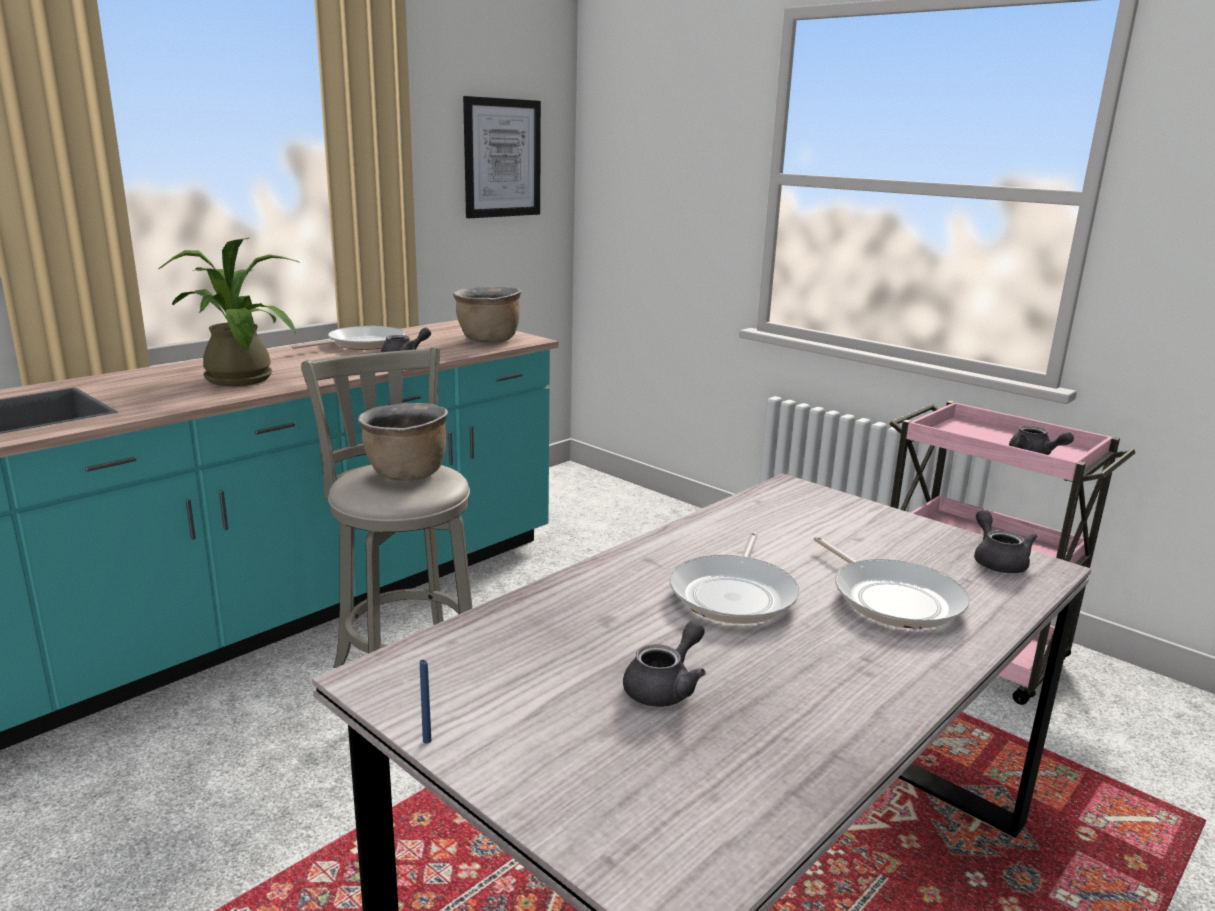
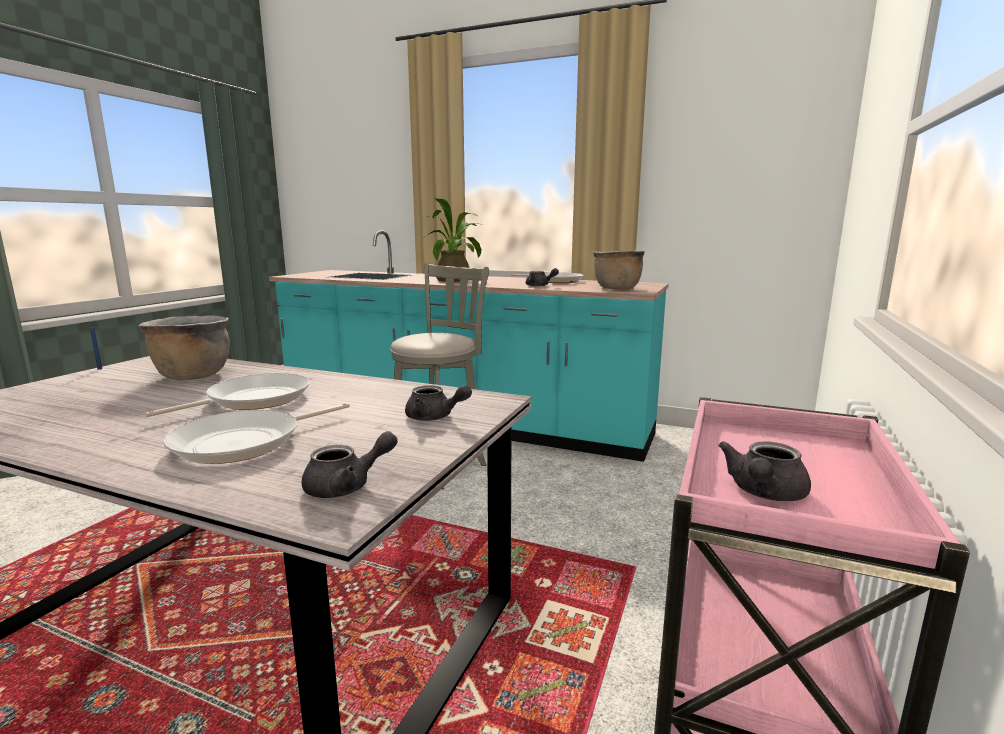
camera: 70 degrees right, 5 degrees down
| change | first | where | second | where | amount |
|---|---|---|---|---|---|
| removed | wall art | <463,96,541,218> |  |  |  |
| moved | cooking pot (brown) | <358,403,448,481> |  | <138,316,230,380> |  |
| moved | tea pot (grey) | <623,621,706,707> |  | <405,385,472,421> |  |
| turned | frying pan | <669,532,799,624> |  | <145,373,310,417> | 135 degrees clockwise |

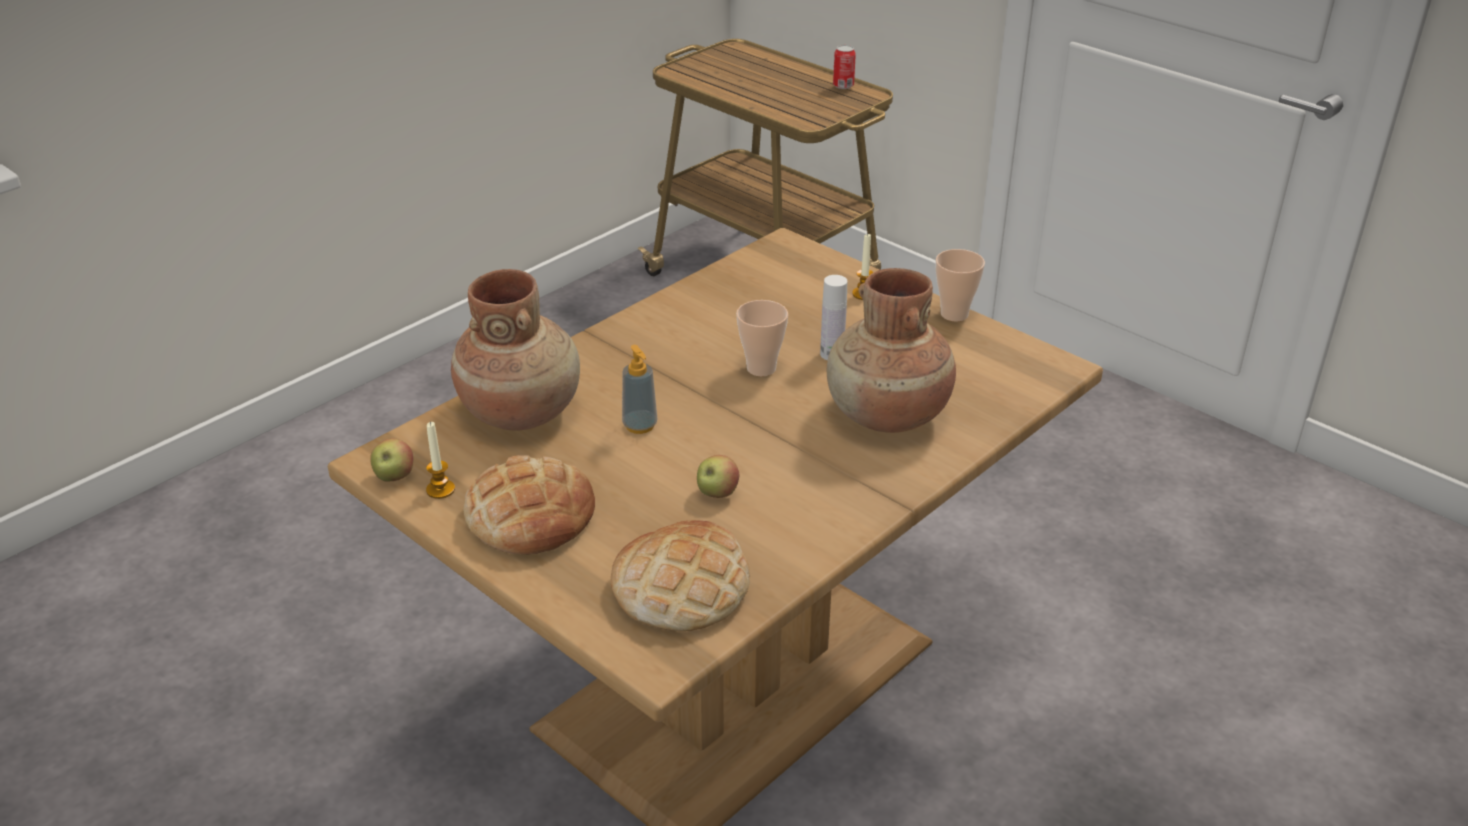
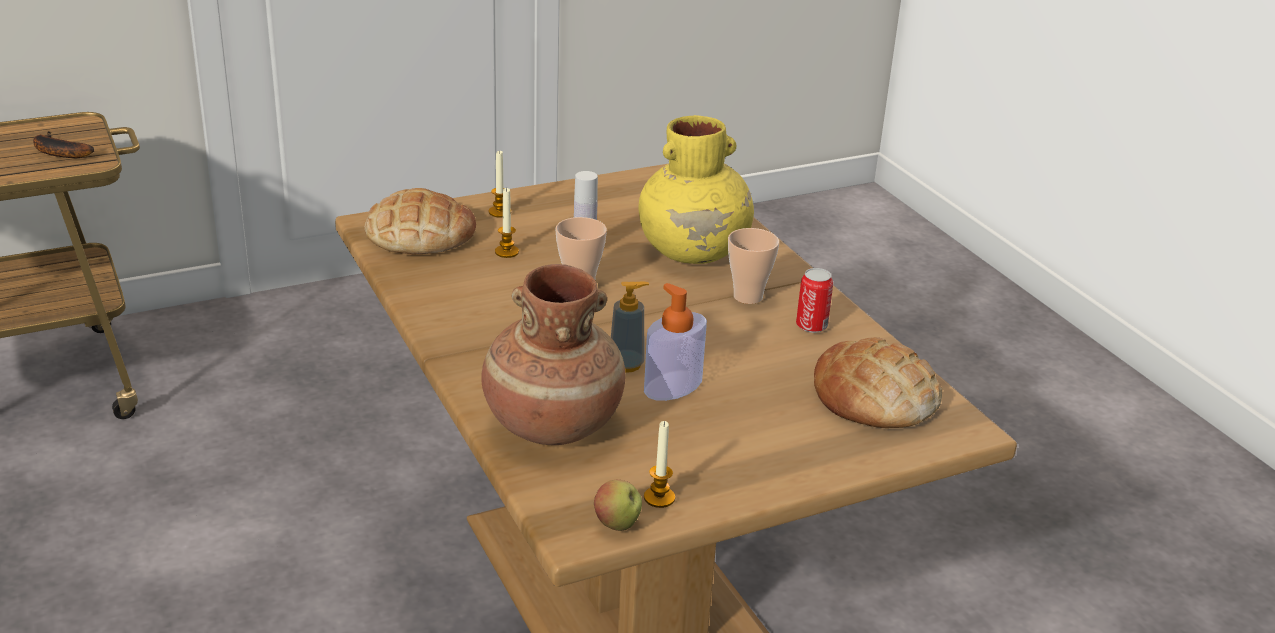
camera: 70 degrees left, 5 degrees down
| change | first | where | second | where | amount |
|---|---|---|---|---|---|
| removed | apple fruit | <697,455,740,498> |  |  |  |
| added |  |  | whole banana | <33,131,94,158> |  |
| added |  |  | wax candle | <495,187,519,258> |  |
| added |  |  | liquid soap bottle | <644,283,707,401> |  |
| moved | baked bread | <463,455,595,555> |  | <365,188,476,255> |  |
| moved | sealed can | <833,45,856,89> |  | <796,268,833,333> |  |
| moved | drinking cup | <936,249,985,322> |  | <728,228,779,304> |  |
| recoloured | decorative vase (brown) | <827,268,956,433> | decorative vase (yellow) | <639,115,754,264> |  |

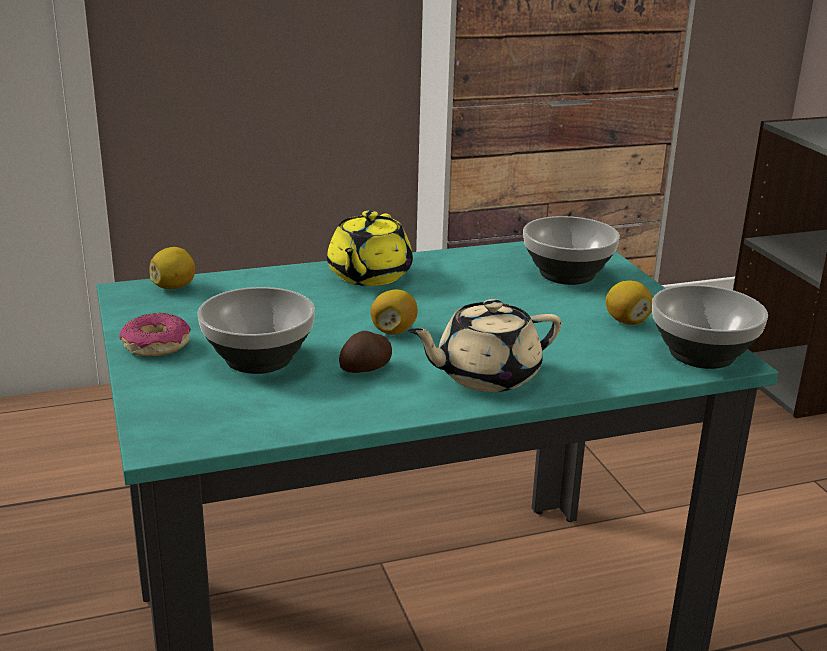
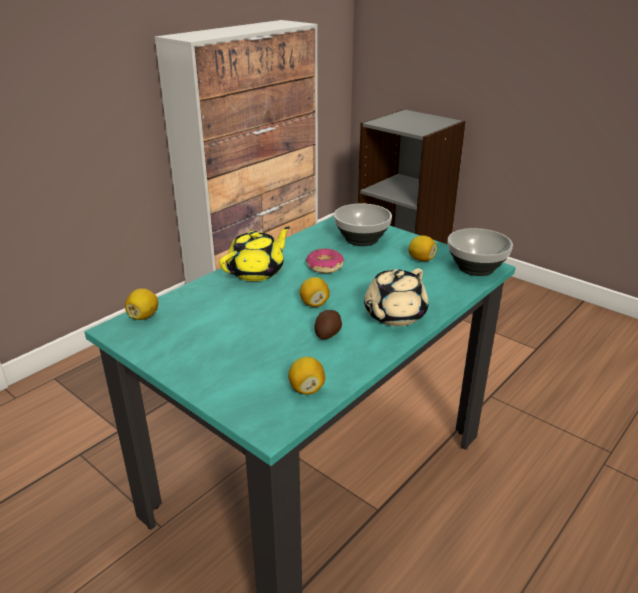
camera: 30 degrees left, 5 degrees up
| change | first | where | second | where | amount |
|---|---|---|---|---|---|
| removed | bowl | <198,287,315,374> |  |  |  |
| added |  |  | whole lemon | <288,357,325,395> |  |
| moved | doughnut | <119,313,191,356> |  | <306,249,344,273> |  |
| turned | tea pot (yellow) | <327,210,413,286> |  | <219,226,290,281> | 120 degrees counterclockwise |

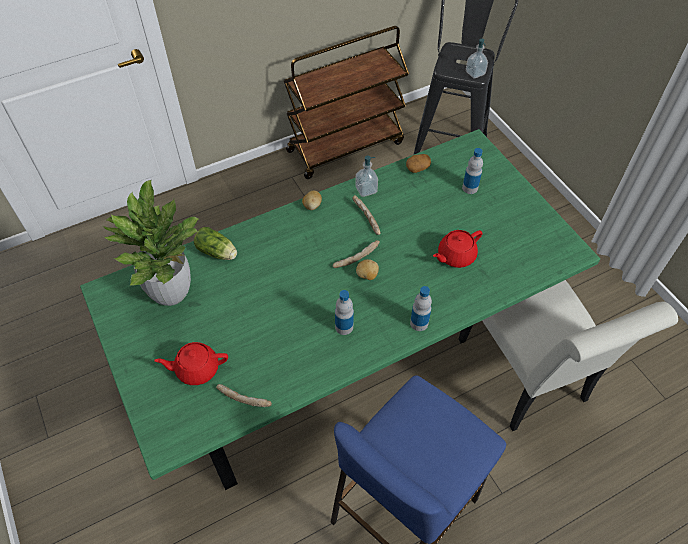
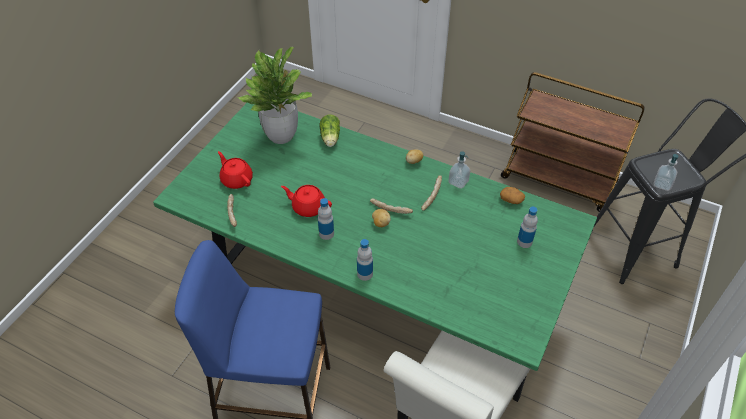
camera: 55 degrees right, 5 degrees down
| change | first | where | second | where | amount |
|---|---|---|---|---|---|
| moved | tea pot (red) | <433,230,482,268> |  | <281,185,332,217> |  |

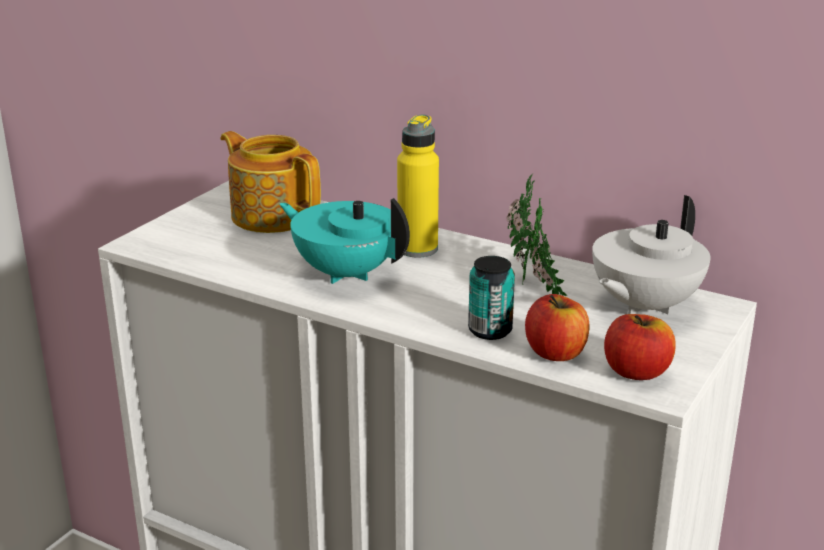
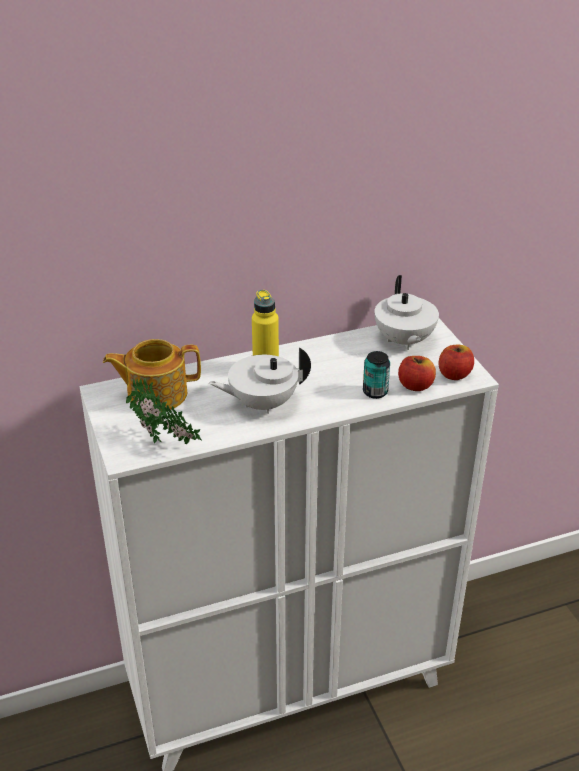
camera: 50 degrees left, 10 degrees up
| change | first | where | second | where | amount |
|---|---|---|---|---|---|
| moved | houseplant | <506,174,567,296> |  | <126,377,201,444> |  |
| recoloured | tea pot (blue-green) | <279,198,410,284> | tea pot (white) | <209,348,311,414> |  |

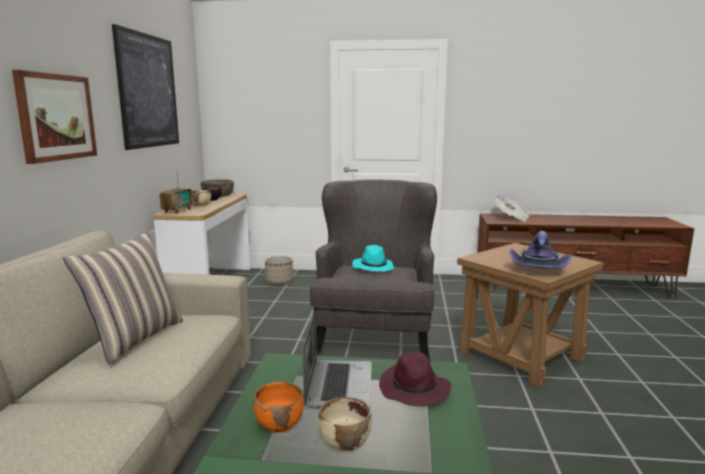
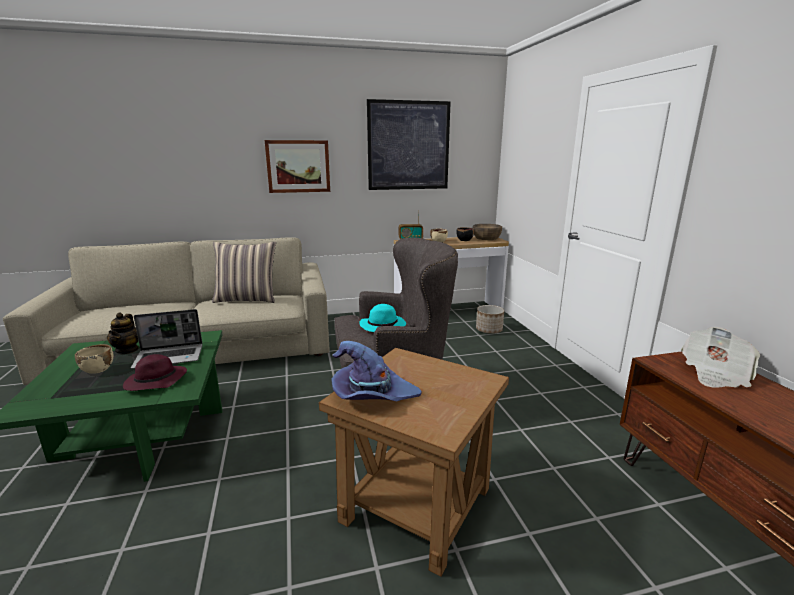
camera: 70 degrees right, 5 degrees up
| change | first | where | second | where | amount |
|---|---|---|---|---|---|
| replaced | bowl (orange-coloured) | <253,382,304,433> | tea pot | <107,312,139,354> |  |

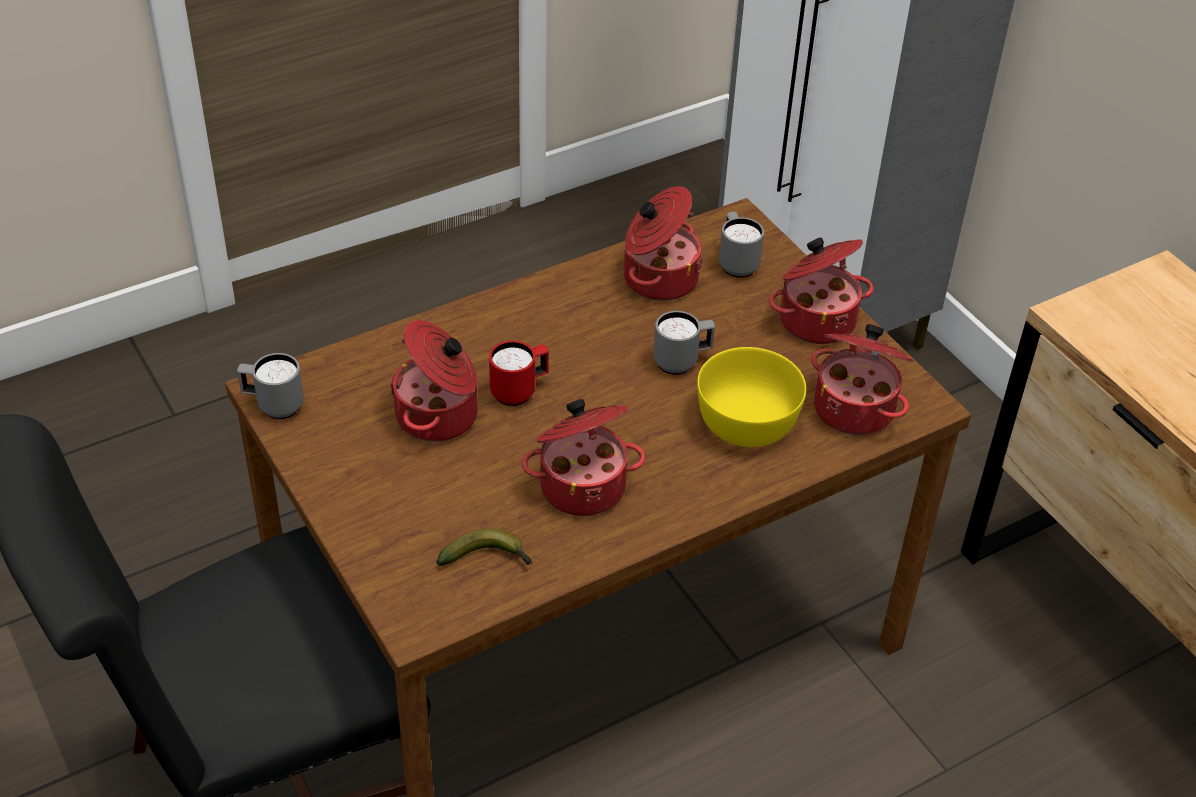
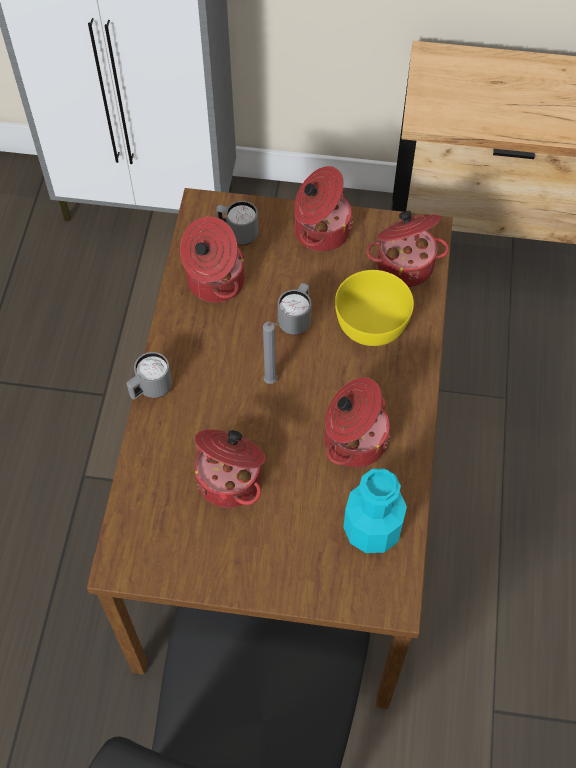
camera: 50 degrees left, 15 degrees up
| change | first | where | second | where | amount |
|---|---|---|---|---|---|
| removed | tea mug (red) | <489,341,549,406> |  |  |  |
| added |  |  | wax candle (grey) | <263,322,280,384> |  |
| moved | tea mug (grey) | <237,353,304,419> |  | <127,352,172,399> |  |
| replaced | whole banana | <437,528,532,566> | bottle (blue-green) | <343,468,407,553> |  |

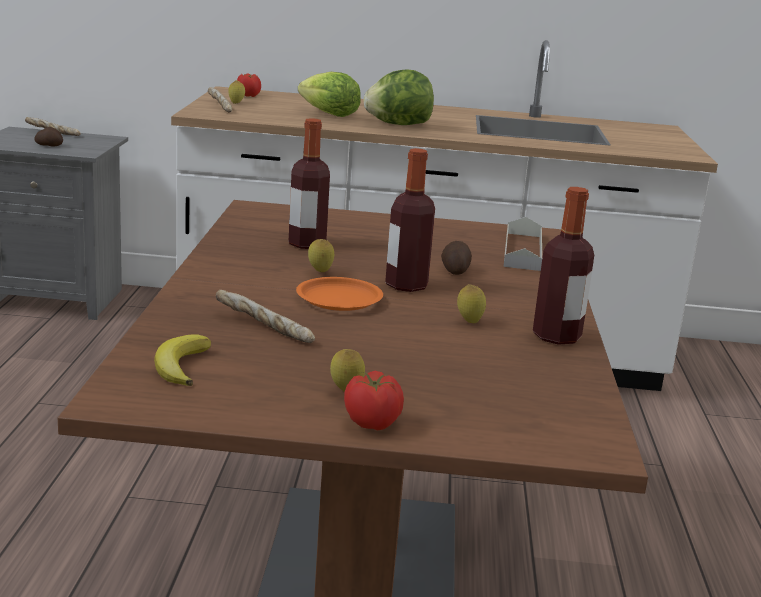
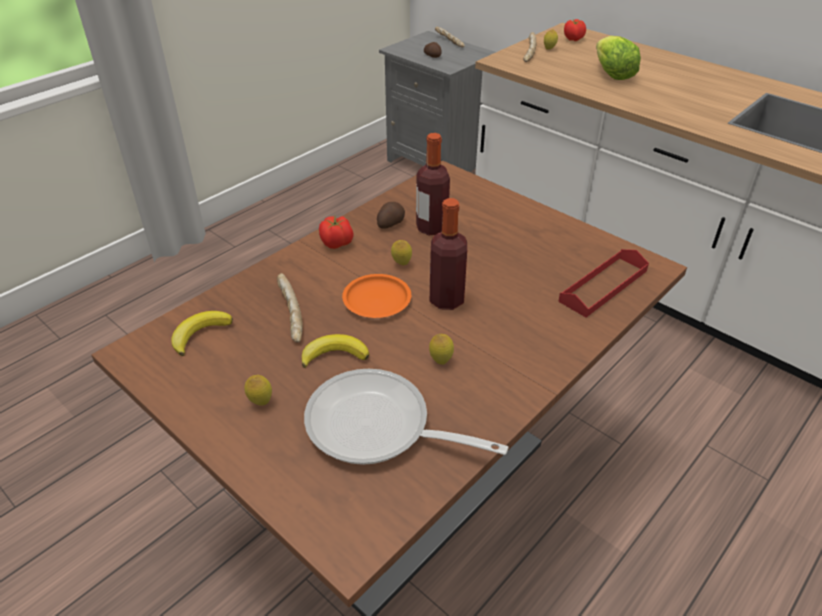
camera: 40 degrees right, 20 degrees up
| change | first | where | second | where | amount |
|---|---|---|---|---|---|
| removed | lettuce head | <364,69,434,125> |  |  |  |
| removed | bottle | <533,187,594,345> |  |  |  |
| added |  |  | whole banana | <302,334,369,368> |  |
| added |  |  | frying pan | <304,369,509,465> |  |
| moved | fresh tomato | <344,371,404,430> |  | <319,216,354,249> |  |
| moved | spud | <441,241,472,275> |  | <377,202,405,229> |  |
| recoloured | carrying tray (grey) | <503,217,542,271> | carrying tray (red) | <558,249,649,317> |  |

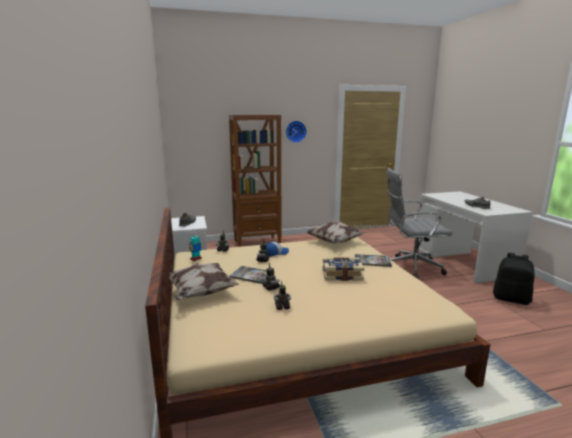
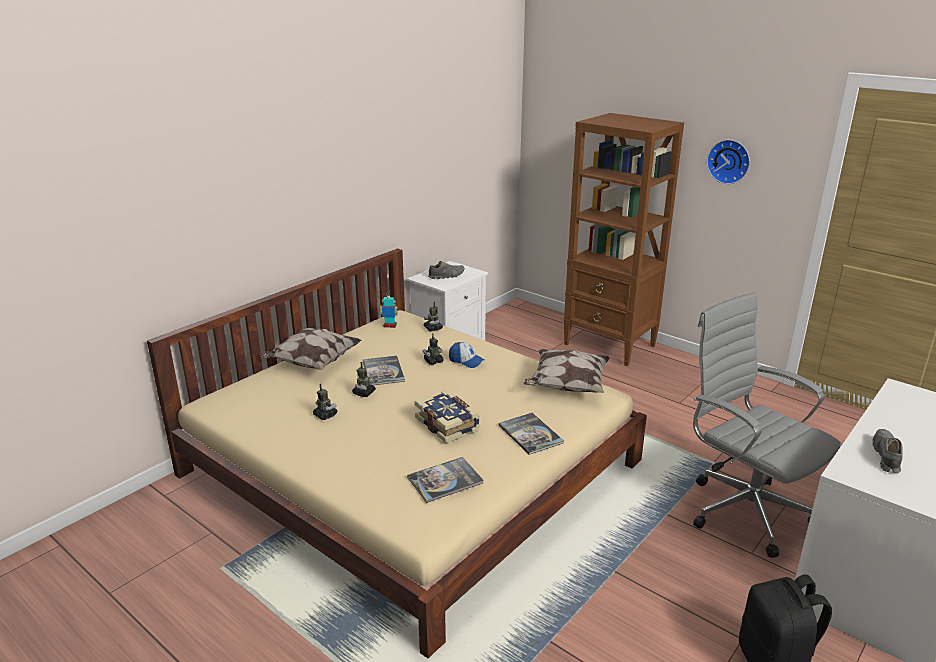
camera: 55 degrees right, 10 degrees up
| change | first | where | second | where | amount |
|---|---|---|---|---|---|
| added |  |  | book | <407,457,484,503> |  |

